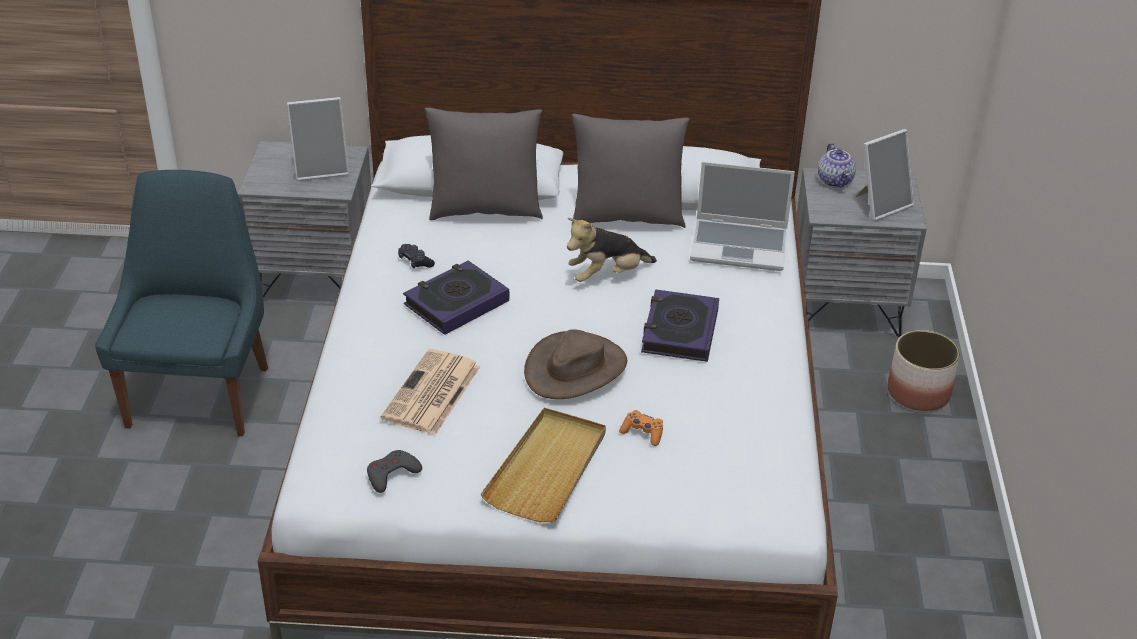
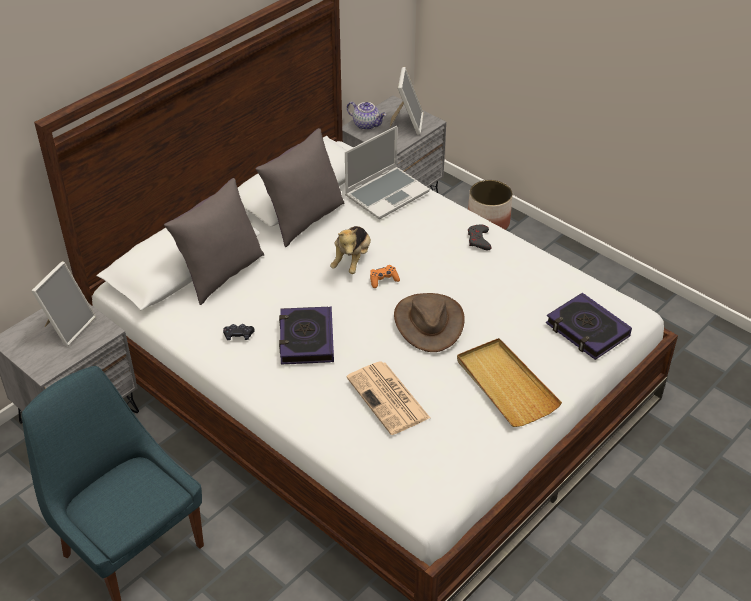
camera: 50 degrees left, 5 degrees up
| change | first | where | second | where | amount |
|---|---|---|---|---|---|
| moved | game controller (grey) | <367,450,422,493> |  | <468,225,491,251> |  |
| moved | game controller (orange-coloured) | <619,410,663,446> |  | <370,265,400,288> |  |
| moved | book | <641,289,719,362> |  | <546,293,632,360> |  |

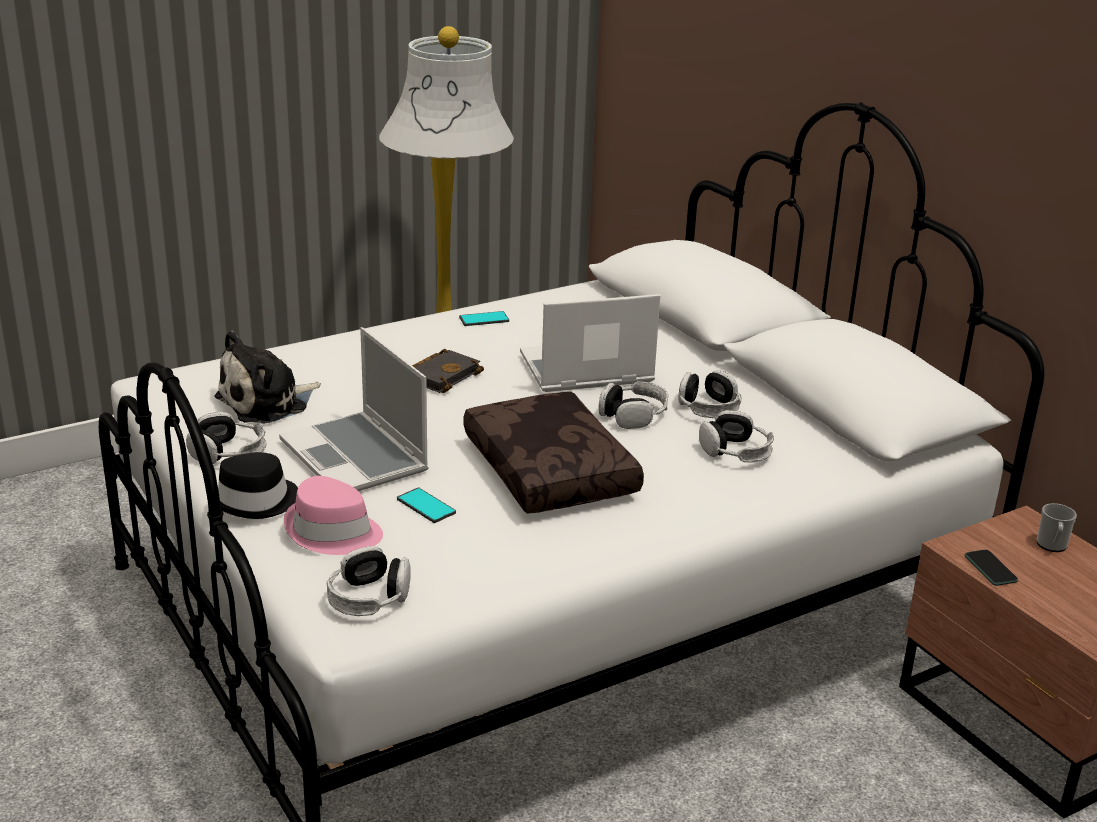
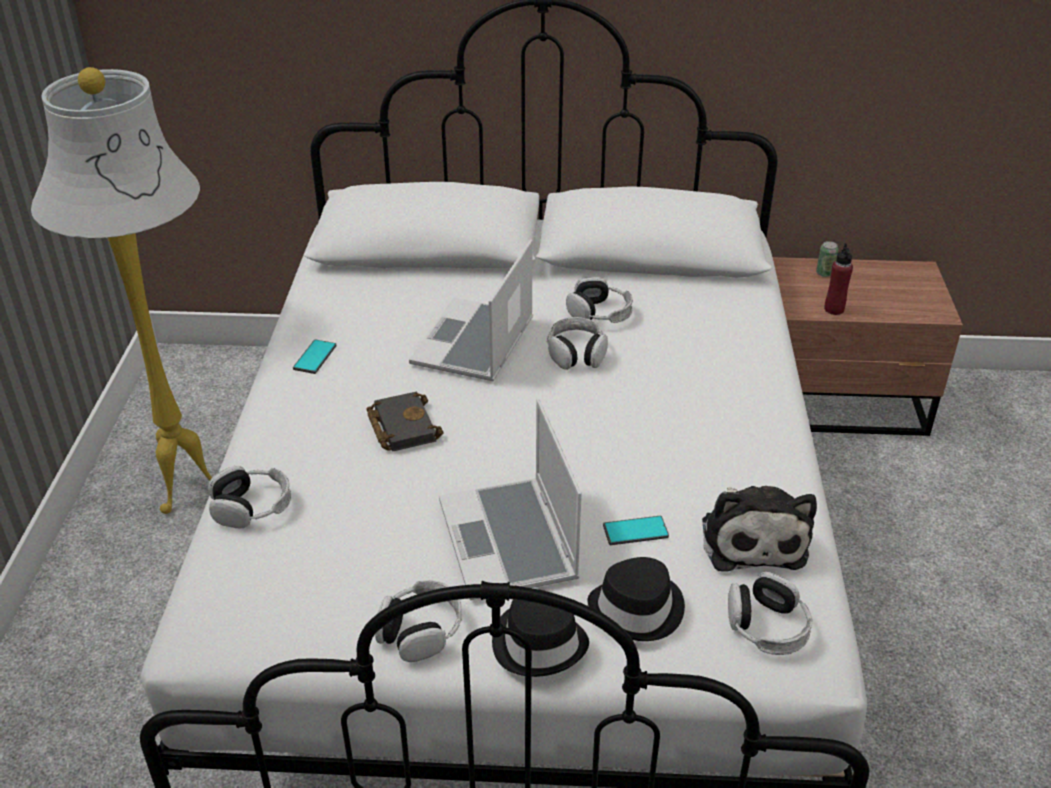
camera: 55 degrees left, 10 degrees up
| change | first | where | second | where | amount |
|---|---|---|---|---|---|
| removed | throw pillow (brown) | <464,392,644,514> |  |  |  |
| moved | plush toy | <214,331,321,424> |  | <702,486,817,572> |  |
| moved | headset | <699,410,774,462> |  | <208,466,291,529> |  |
| replaced | phone | <964,550,1018,586> | bottle (red) | <824,243,853,315> |  |
| replaced | tea mug | <1037,503,1077,552> | sealed can | <816,241,838,277> |  |
| recoloured | clothing hat (pink) | <284,476,383,555> | clothing hat (blackish) | <587,557,685,641> |  |
| turned | laptop | <279,327,428,491> |  | <439,399,582,600> | 75 degrees clockwise |

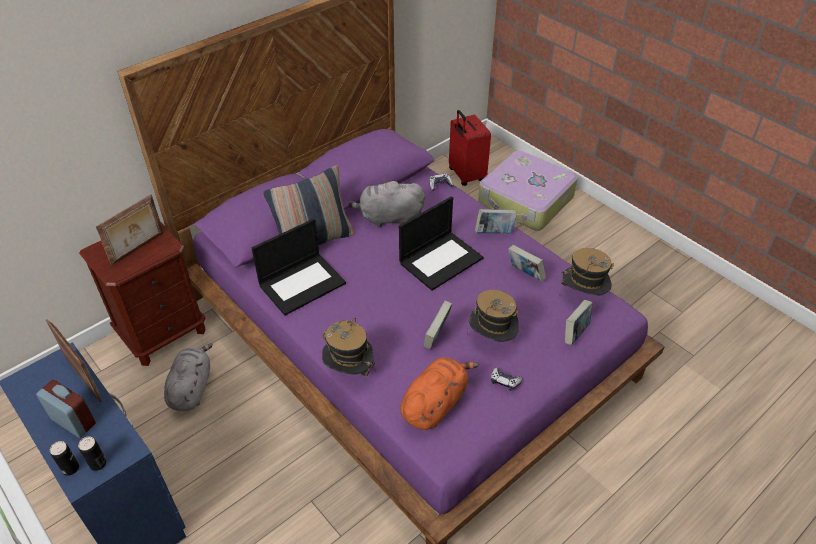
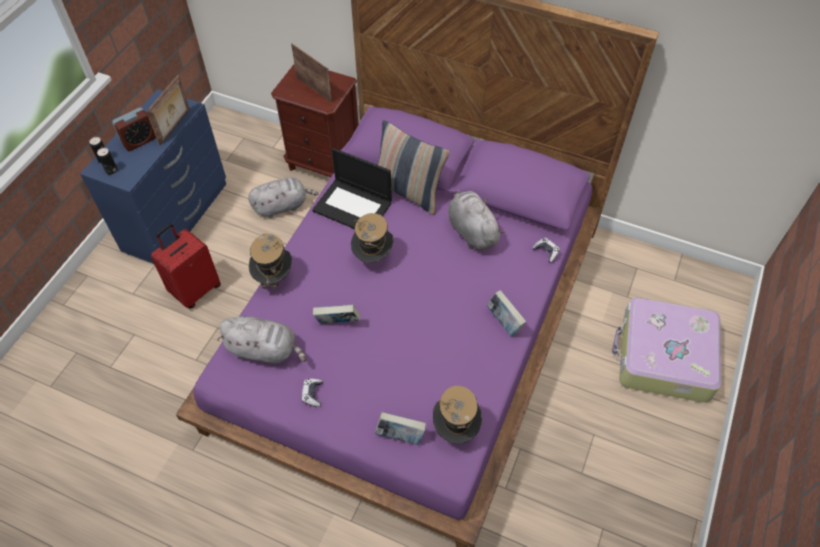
camera: 65 degrees right, 10 degrees up
| change | first | where | second | where | amount |
|---|---|---|---|---|---|
| removed | laptop | <399,196,483,291> |  |  |  |
| removed | book | <508,245,546,282> |  |  |  |
| moved | suitcase (red) | <449,110,491,186> |  | <151,224,221,309> |  |
| moved | clothing hat | <467,290,519,342> |  | <351,213,394,263> |  |
| recoloured | plush toy (orange-coloured) | <400,357,479,430> | plush toy (grey) | <217,316,306,364> |  |
| turned | alarm clock | <36,380,96,438> |  | <112,107,156,151> | 45 degrees clockwise |
| turned | photo frame | <96,194,164,265> |  | <291,44,332,103> | 150 degrees counterclockwise |

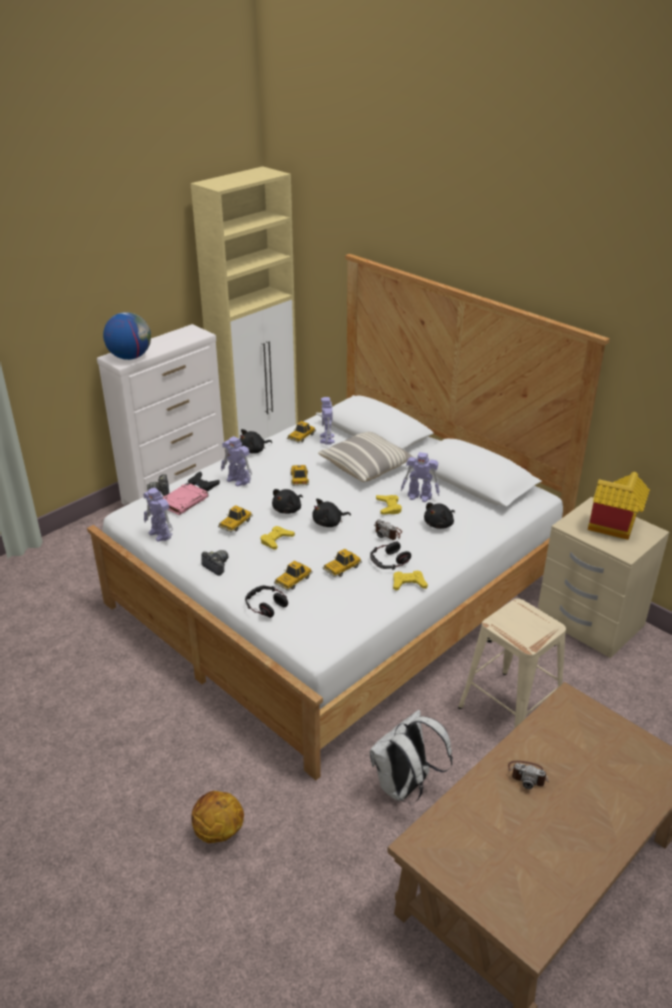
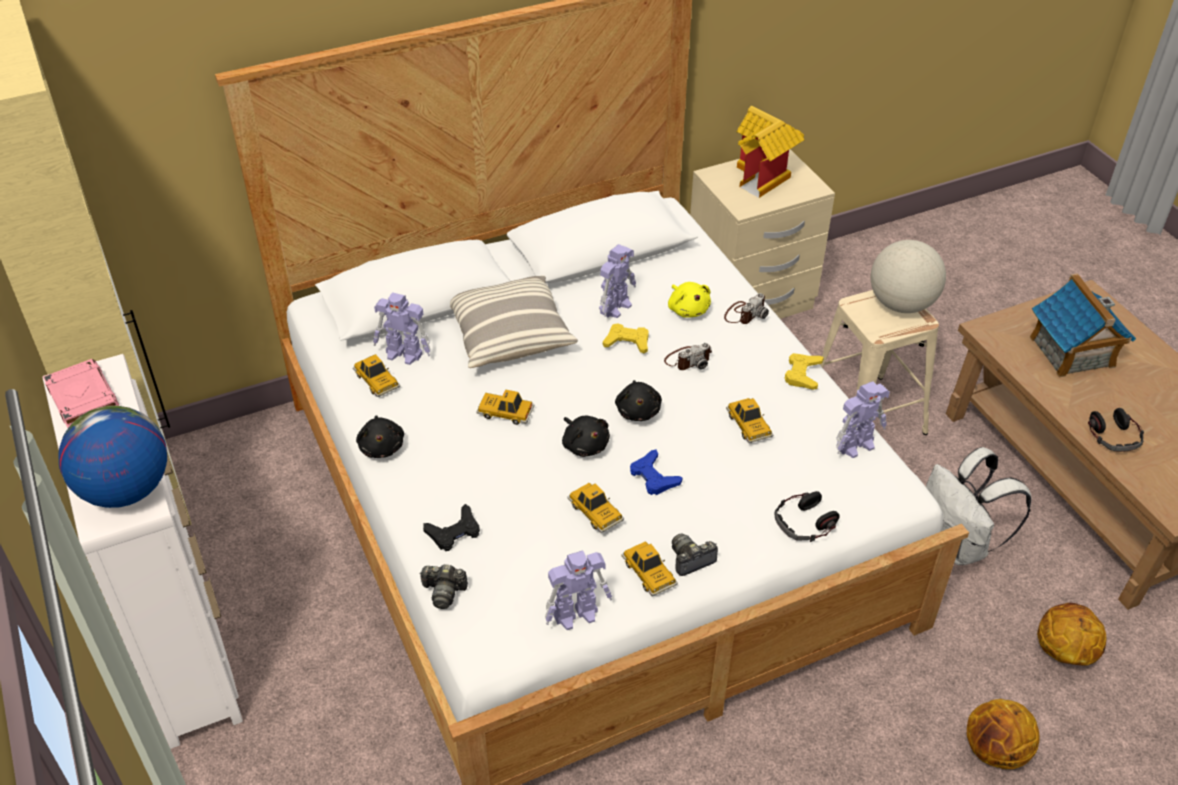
camera: 70 degrees left, 10 degrees up
| change | first | where | second | where | amount |
|---|---|---|---|---|---|
| added |  |  | world globe | <871,240,946,313> |  |
| added |  |  | toy house | <1030,273,1136,377> |  |
| added |  |  | basketball ball | <1037,603,1106,666> |  |
| moved | book (pink) | <163,482,208,515> |  | <43,359,119,428> |  |
| moved | robot figure | <221,436,252,487> |  | <836,381,890,458> |  |
| moved | miniature car | <274,561,313,591> |  | <621,542,678,596> |  |
| moved | headset | <370,542,411,570> |  | <1088,408,1144,452> |  |
| moved | still camera | <508,761,549,789> |  | <724,293,769,324> |  |
| recoloured | game controller (yellow) | <261,526,295,549> | game controller (blue-coloured) | <630,449,683,495> |  |
| recoloured | plush toy (blackish) | <424,502,455,529> | plush toy (yellow) | <668,282,711,318> |  |

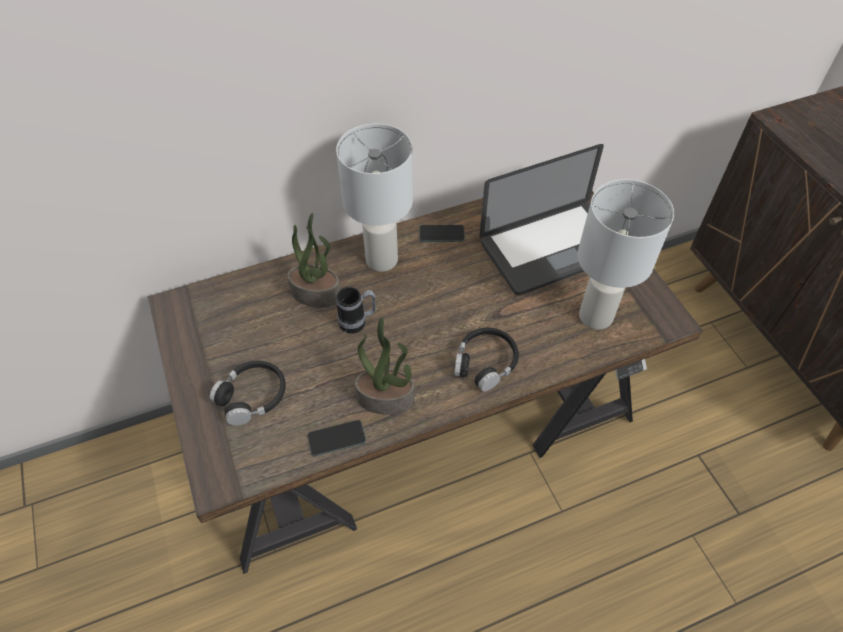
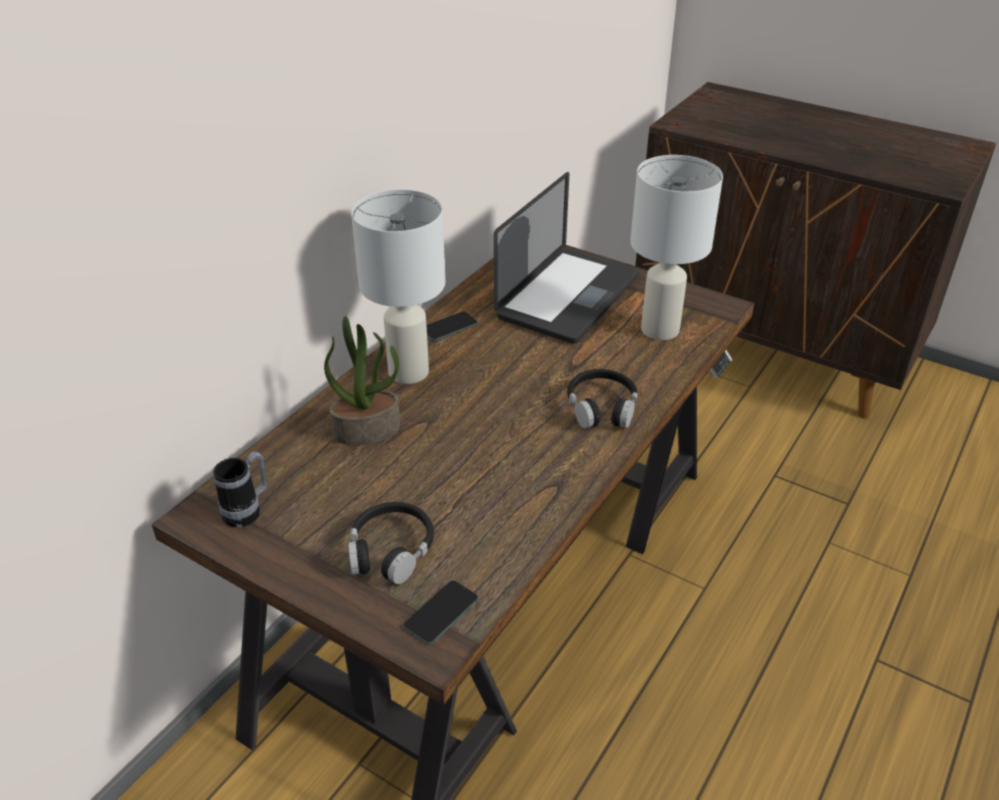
camera: 35 degrees left, 15 degrees down
| change | first | where | second | where | amount |
|---|---|---|---|---|---|
| removed | houseplant | <355,317,415,415> |  |  |  |
| moved | phone | <307,420,366,457> |  | <403,580,479,645> |  |
| moved | tea mug | <336,287,376,334> |  | <213,452,267,527> |  |

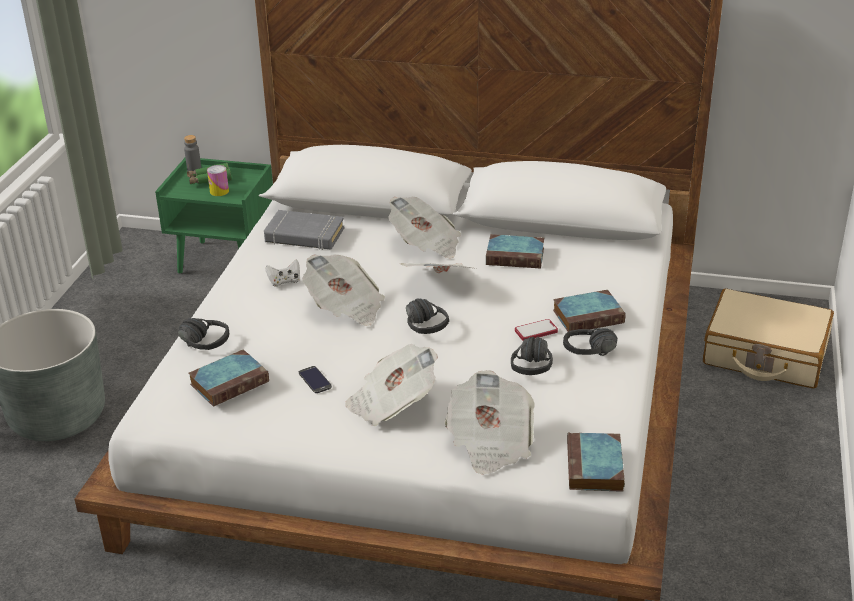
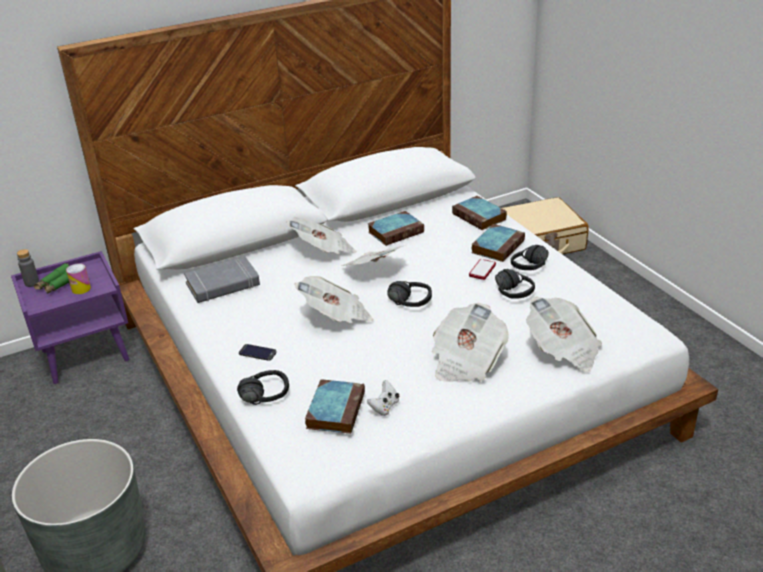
camera: 40 degrees left, 0 degrees up
| change | first | where | second | where | amount |
|---|---|---|---|---|---|
| moved | game controller (white) | <265,260,300,287> |  | <367,380,399,416> |  |
| moved | phone | <299,366,332,393> |  | <239,344,277,361> |  |
| moved | book | <567,432,625,492> |  | <452,196,507,230> |  |
| recoloured | bedside table (green-coloured) | <155,158,273,273> | bedside table (purple) | <11,251,129,384> |  |

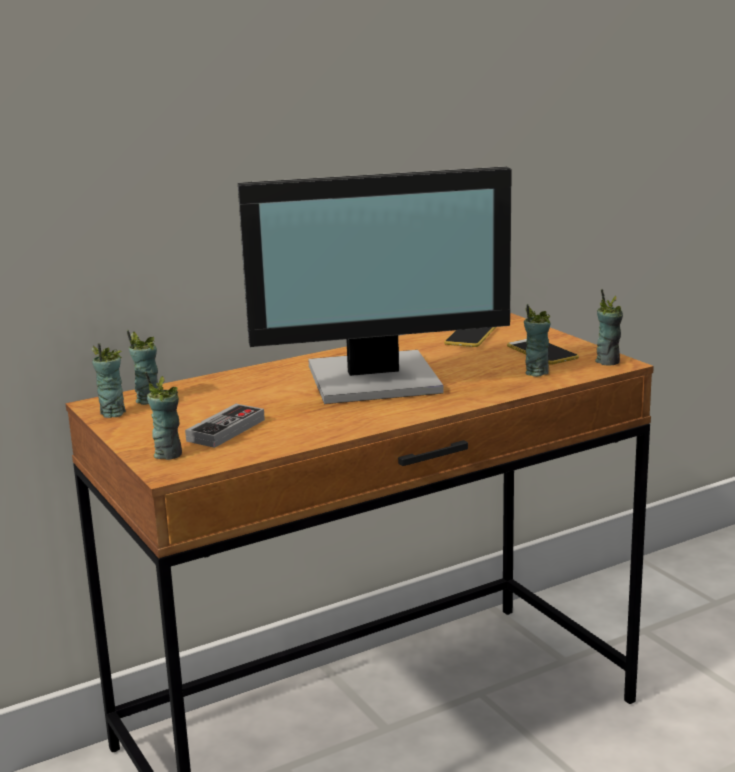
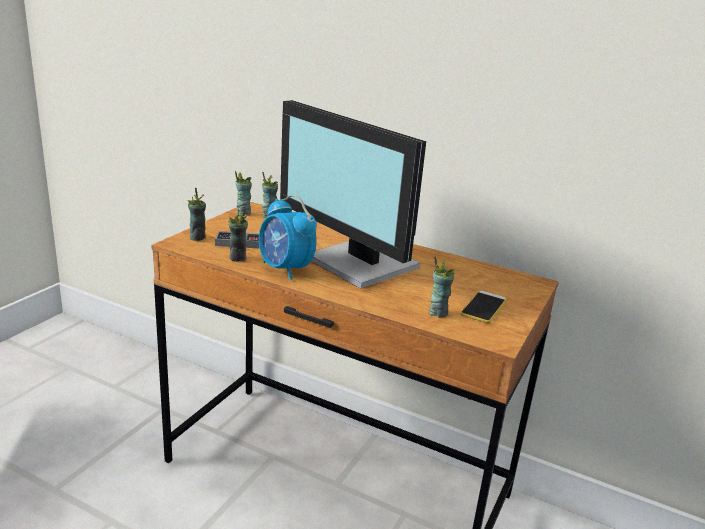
camera: 55 degrees right, 5 degrees up
| change | first | where | second | where | amount |
|---|---|---|---|---|---|
| removed | phone | <444,327,496,347> |  |  |  |
| added |  |  | alarm clock | <259,195,317,280> |  |
| moved | drinking cup | <595,289,623,366> |  | <228,207,248,262> |  |

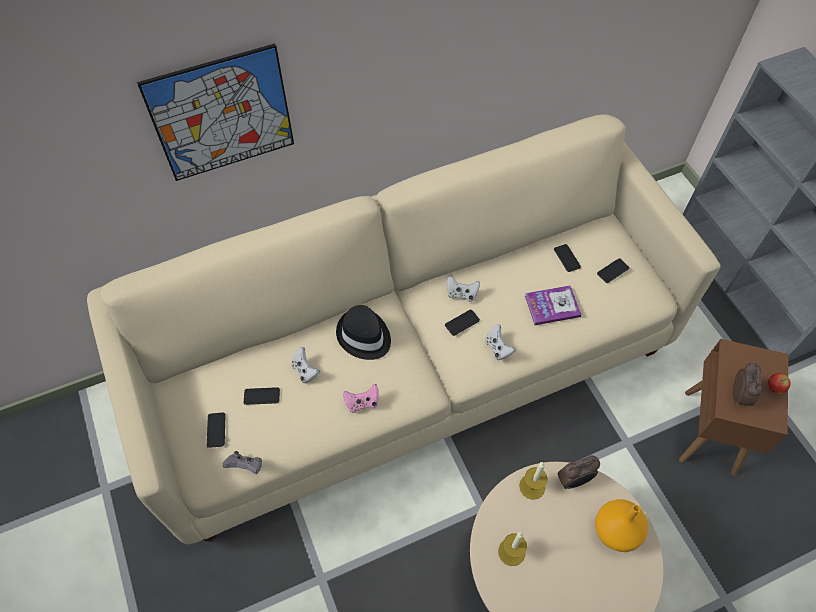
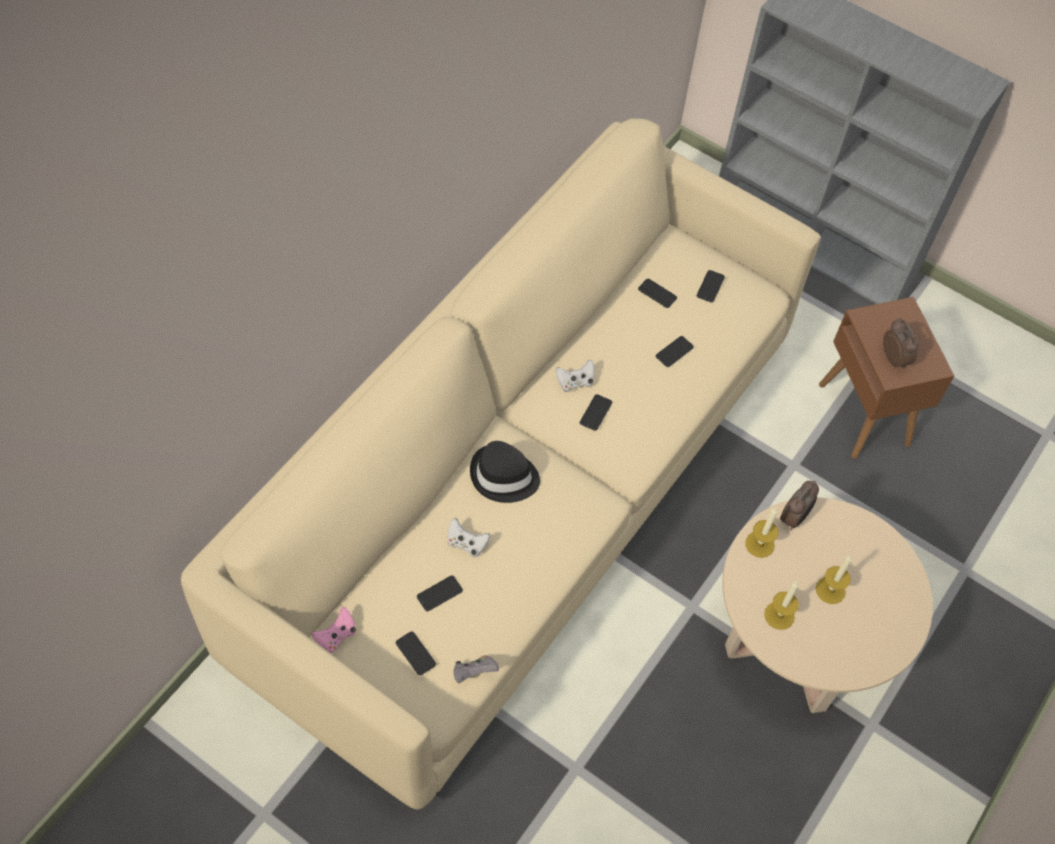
camera: 35 degrees left, 0 degrees up
| change | first | where | second | where | amount |
|---|---|---|---|---|---|
| removed | wall art | <137,43,294,181> |  |  |  |
| removed | game controller (white) | <485,325,516,360> |  |  |  |
| removed | decorative vase (orange-coloured) | <595,499,648,552> |  |  |  |
| removed | apple fruit | <768,373,790,394> |  |  |  |
| added |  |  | wax candle | <816,555,852,604> |  |
| moved | game controller (pink) | <343,384,379,413> |  | <312,607,356,653> |  |
| replaced | book | <525,285,582,325> | phone | <656,336,694,367> |  |

